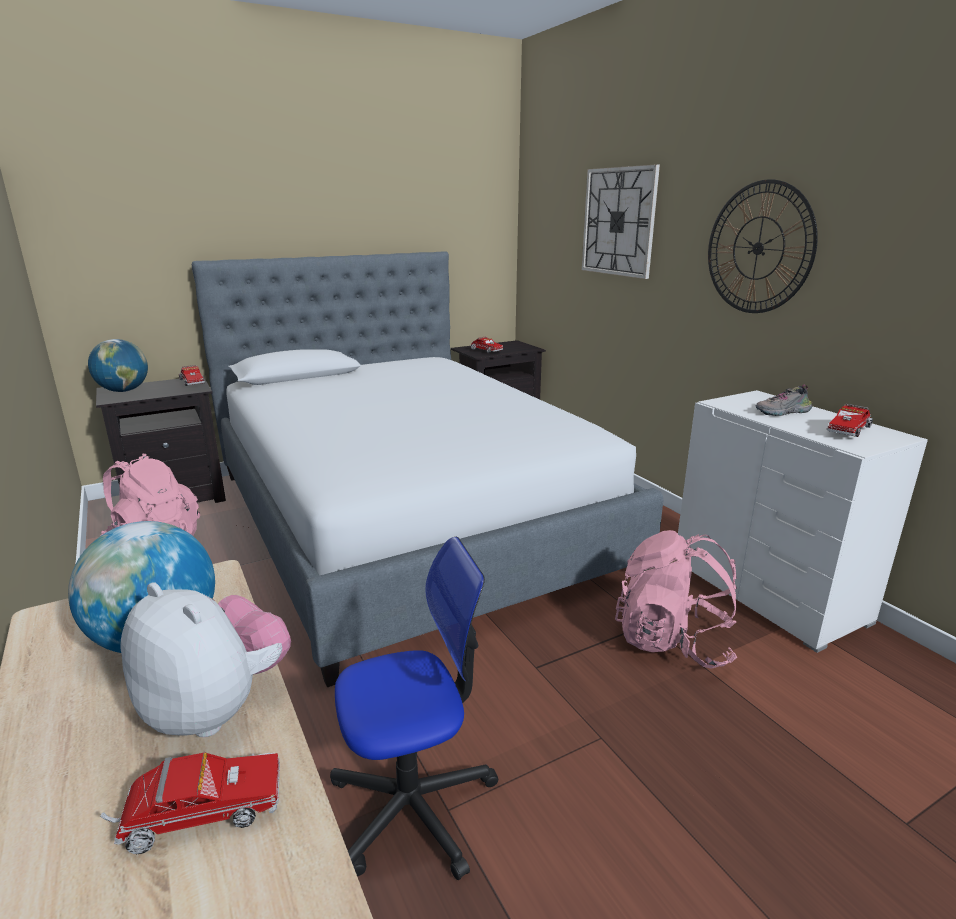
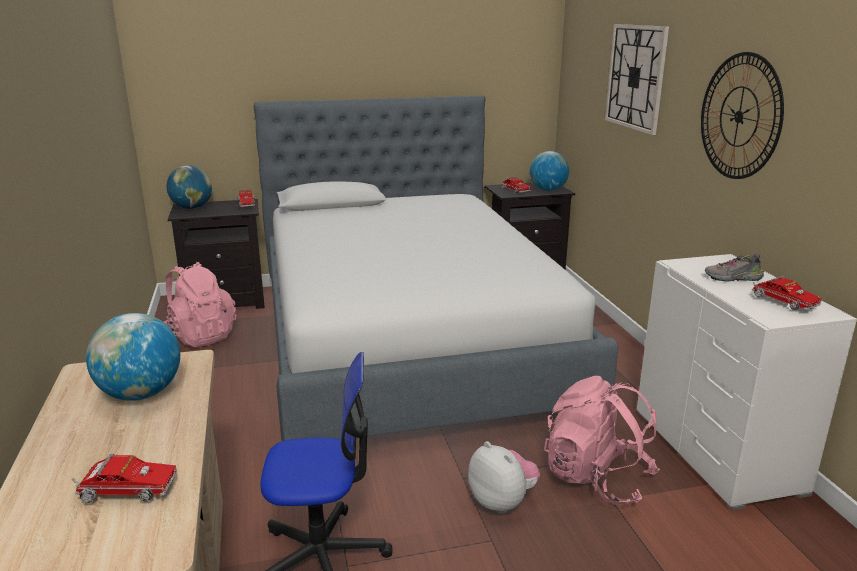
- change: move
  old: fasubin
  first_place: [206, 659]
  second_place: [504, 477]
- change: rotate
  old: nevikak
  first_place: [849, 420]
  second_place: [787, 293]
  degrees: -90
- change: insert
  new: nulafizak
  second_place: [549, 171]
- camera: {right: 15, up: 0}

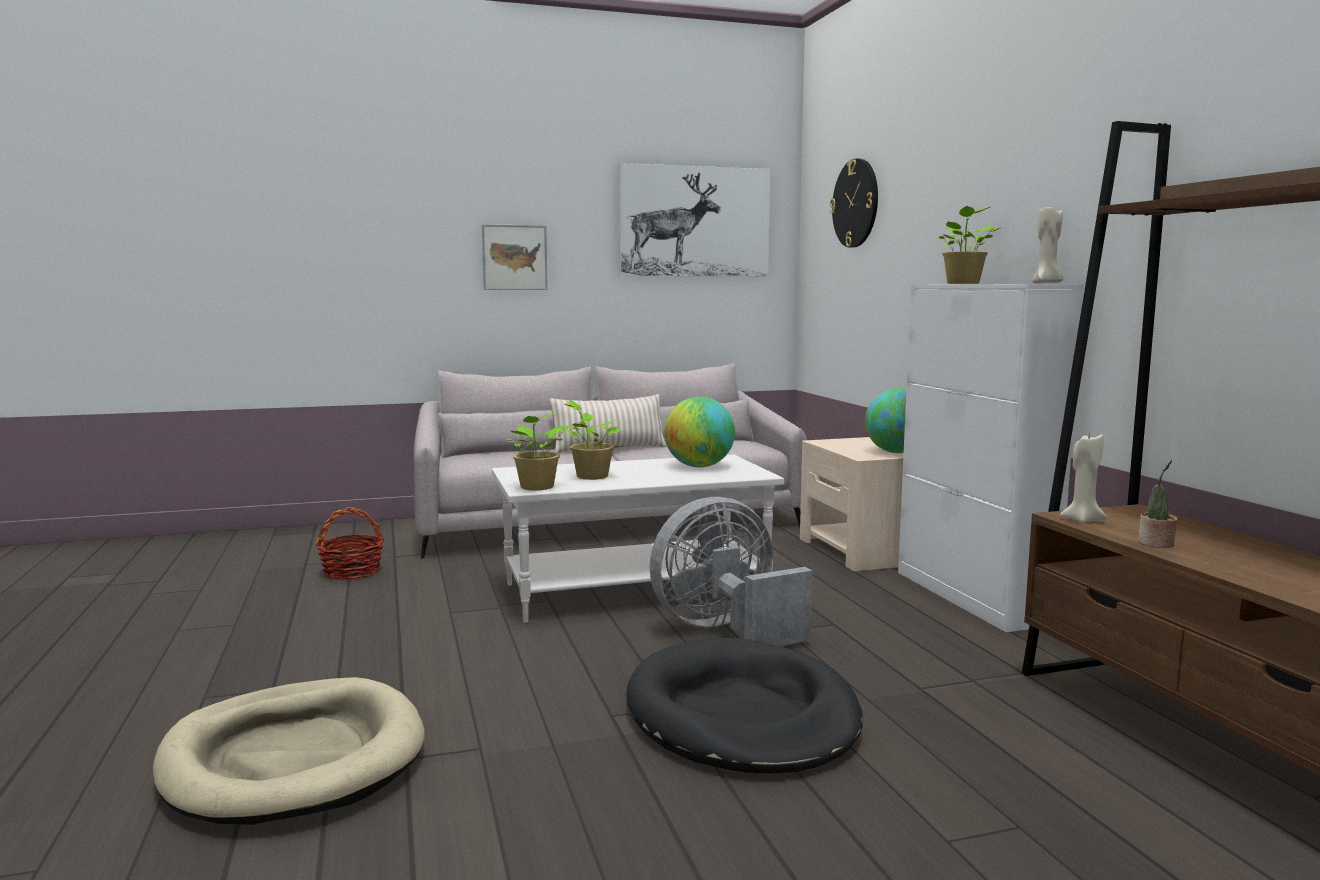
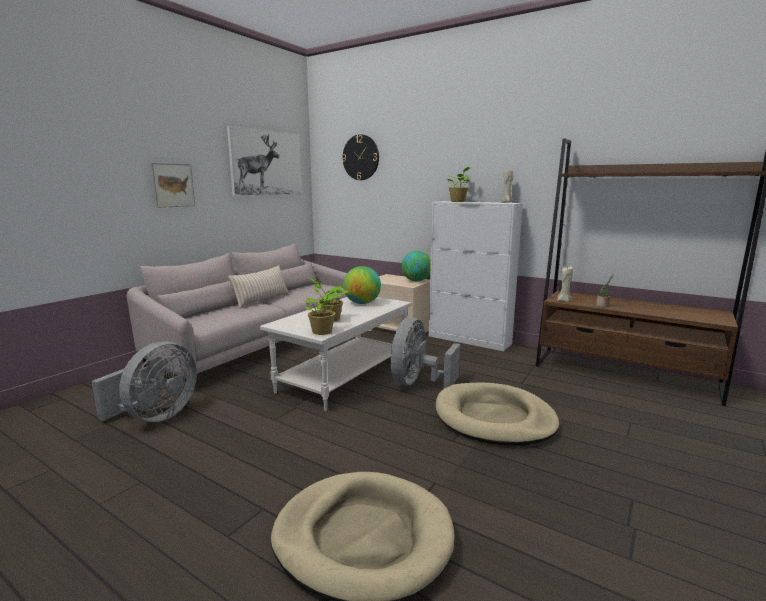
- change: replace
  old: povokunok
  new: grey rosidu
  first_place: [349, 543]
  second_place: [144, 381]
- change: recolor
  old: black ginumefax
  new: beige ginumefax
  first_place: [744, 705]
  second_place: [497, 414]
- camera: {right: -40, up: 5}

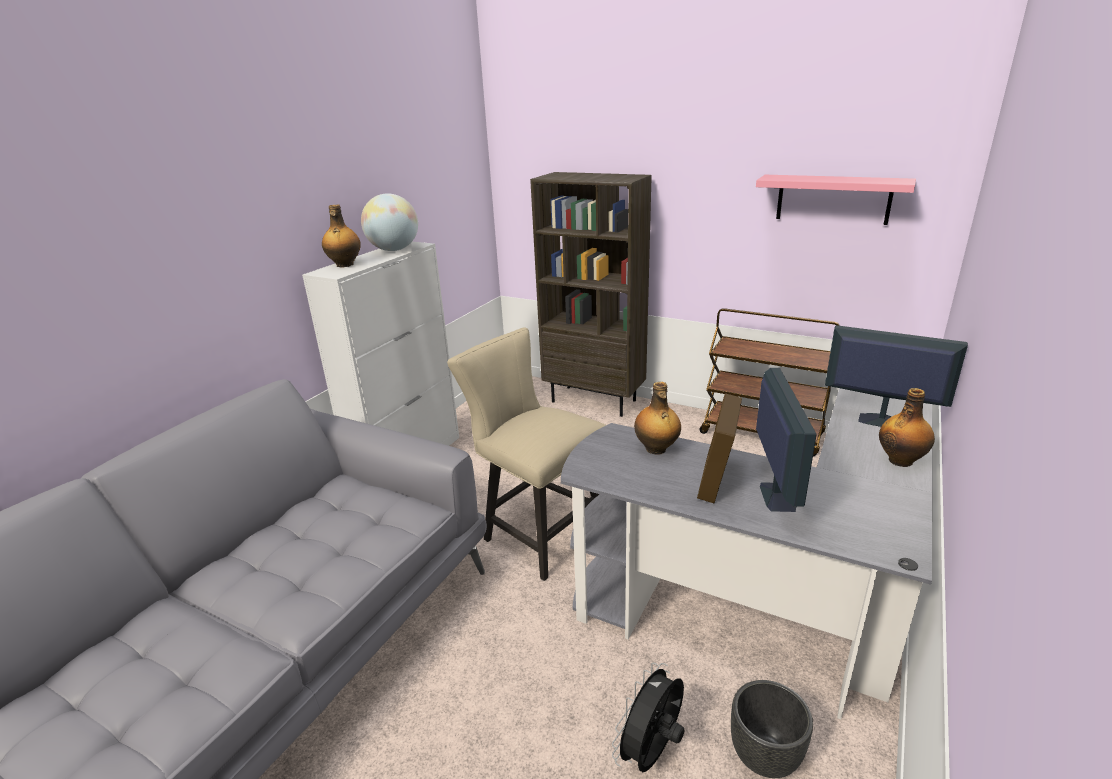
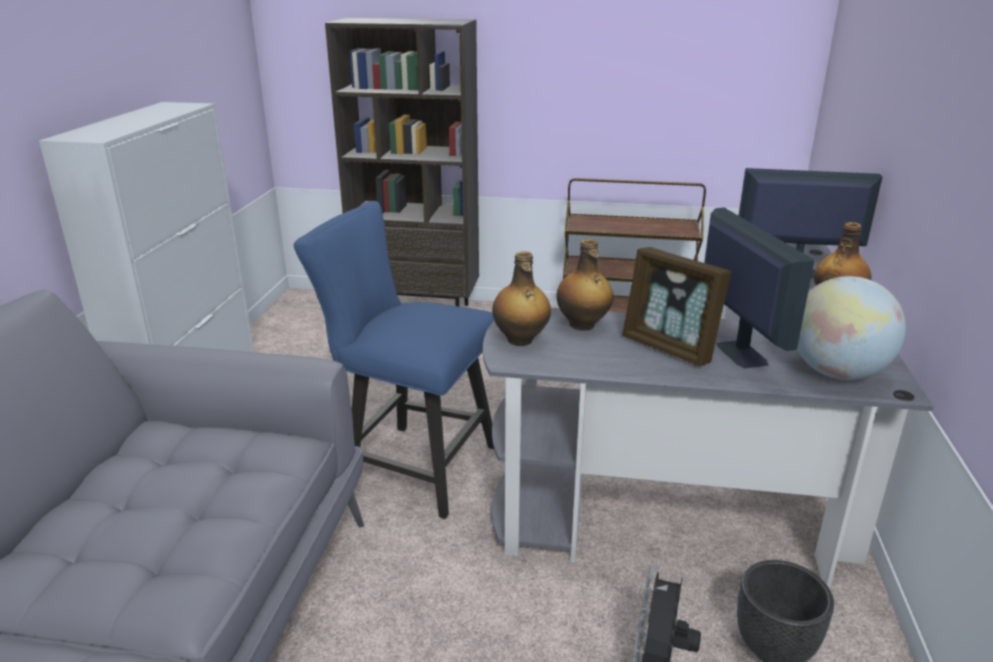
- change: move
  old: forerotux
  first_place: [341, 236]
  second_place: [521, 298]
- change: move
  old: nulafizak
  first_place: [389, 222]
  second_place: [851, 328]
- change: recolor
  old: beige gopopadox
  new: blue gopopadox
  first_place: [526, 454]
  second_place: [394, 360]
- change: rotate
  old: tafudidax
  first_place: [719, 448]
  second_place: [677, 306]
  degrees: -45
- change: delete
  old: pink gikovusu
  first_place: [836, 200]
- camera: {right: -20, up: 0}

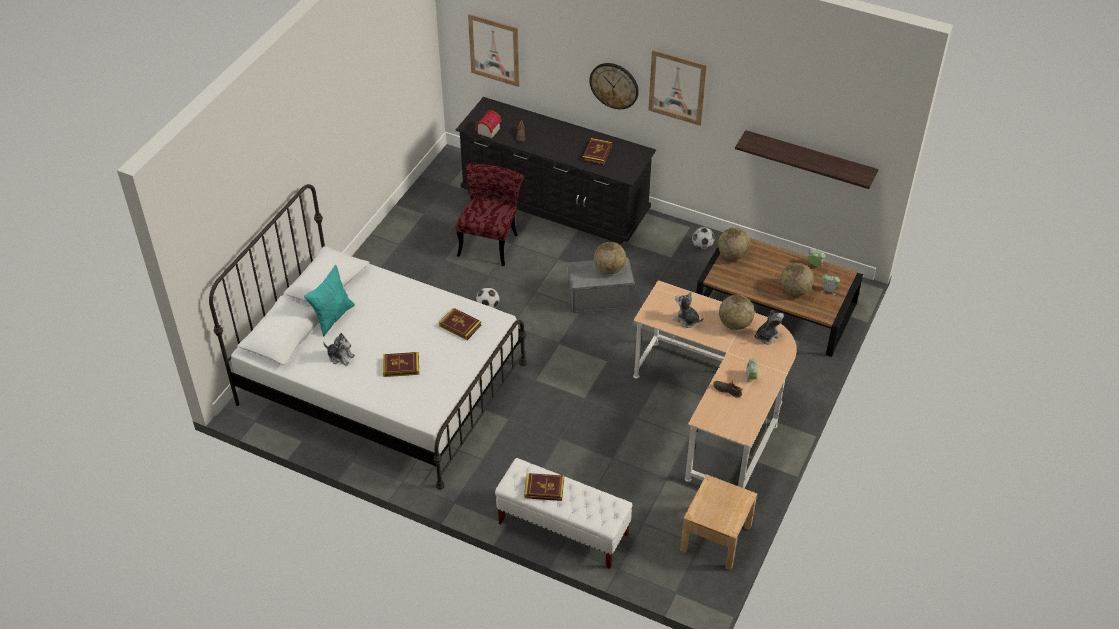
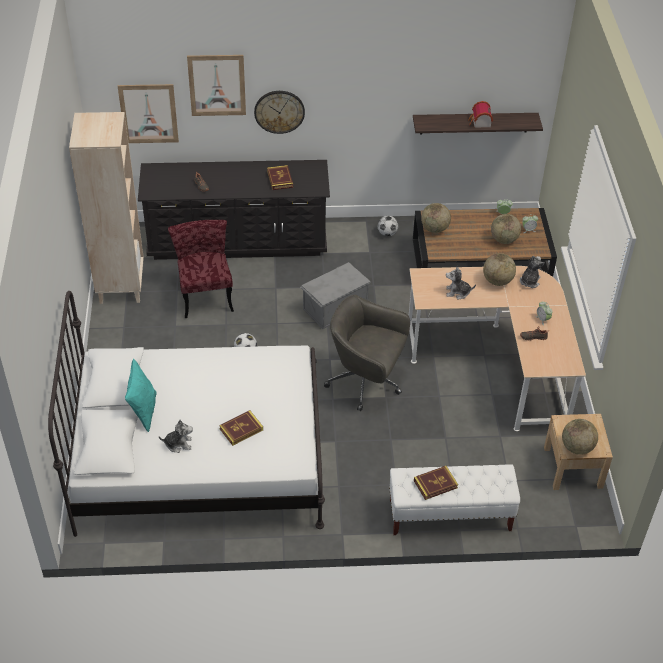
- change: delete
  old: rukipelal
  first_place: [460, 324]
- change: move
  old: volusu
  first_place: [488, 124]
  second_place: [481, 114]
- change: move
  old: nulafizak
  first_place: [610, 258]
  second_place: [580, 437]
- change: move
  old: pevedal
  first_place: [678, 88]
  second_place: [216, 85]
- change: insert
  new: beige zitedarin
  second_place: [106, 208]
- change: insert
  new: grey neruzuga
  second_place: [367, 353]
- camera: {right: -30, up: 0}

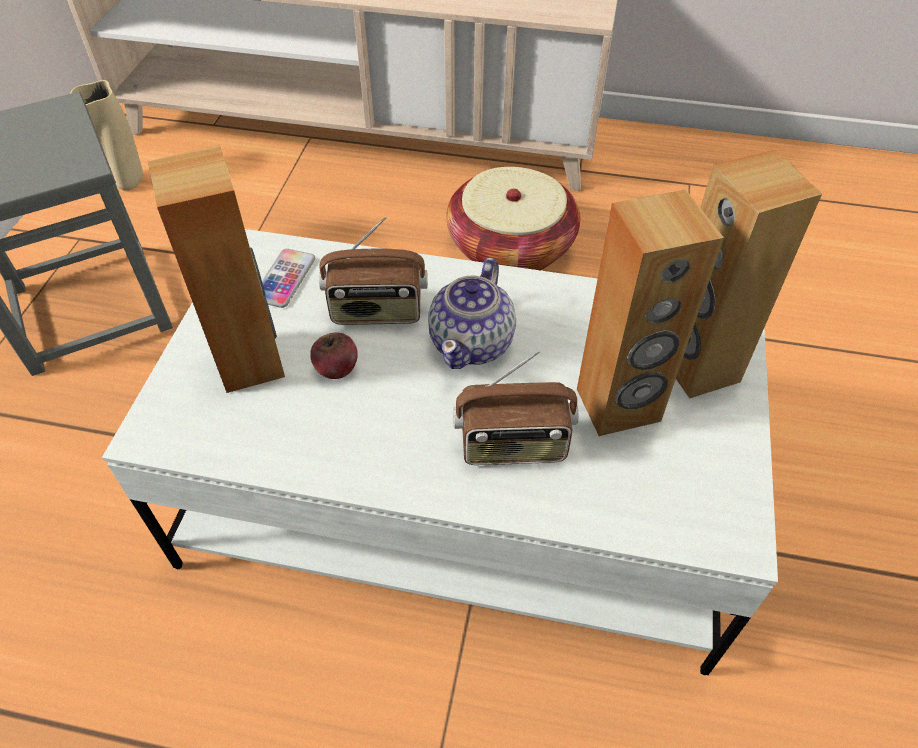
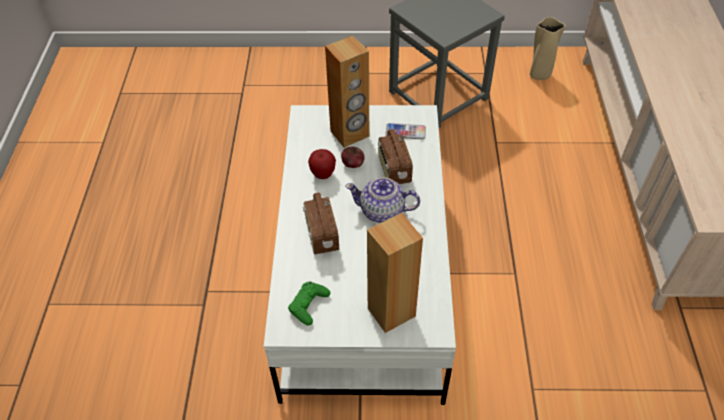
- change: delete
  old: povokunok
  first_place: [513, 218]
- change: delete
  old: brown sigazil
  first_place: [650, 313]
- change: insert
  new: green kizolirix
  second_place: [309, 303]
- change: insert
  new: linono
  second_place: [322, 164]
- camera: {right: 80, up: 0}

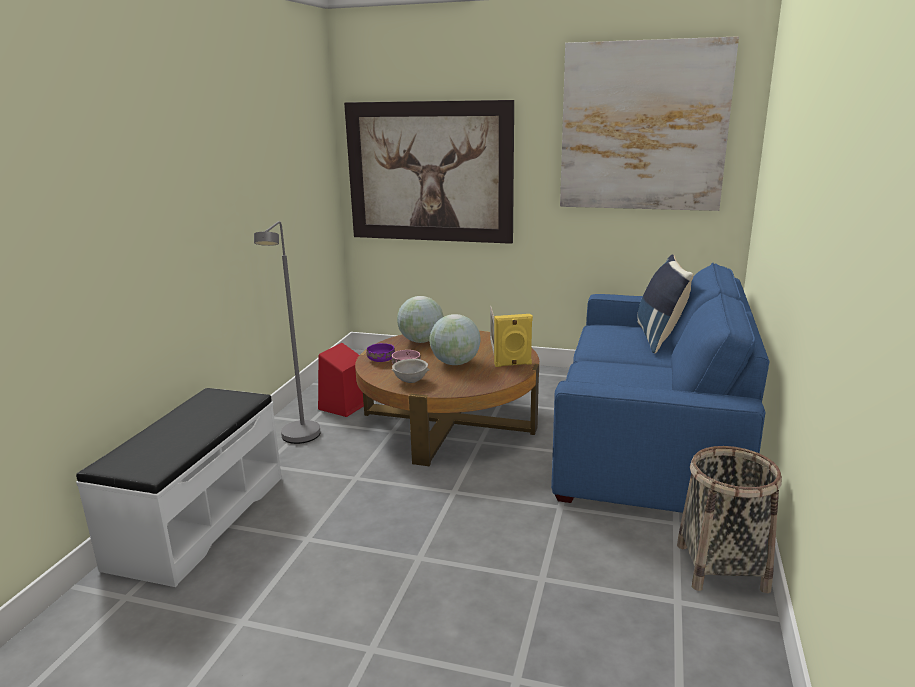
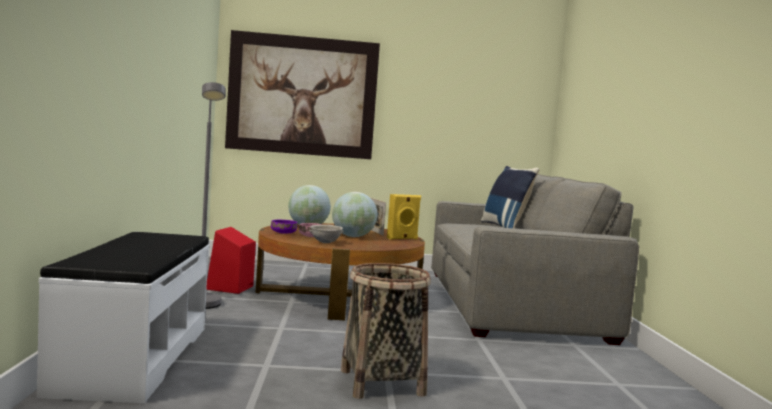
- change: recolor
  old: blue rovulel
  new: grey rovulel
  first_place: [660, 388]
  second_place: [535, 259]
- change: delete
  old: pevedal
  first_place: [649, 123]
- change: move
  old: povokunok
  first_place: [729, 519]
  second_place: [386, 331]
- camera: {right: -20, up: -15}

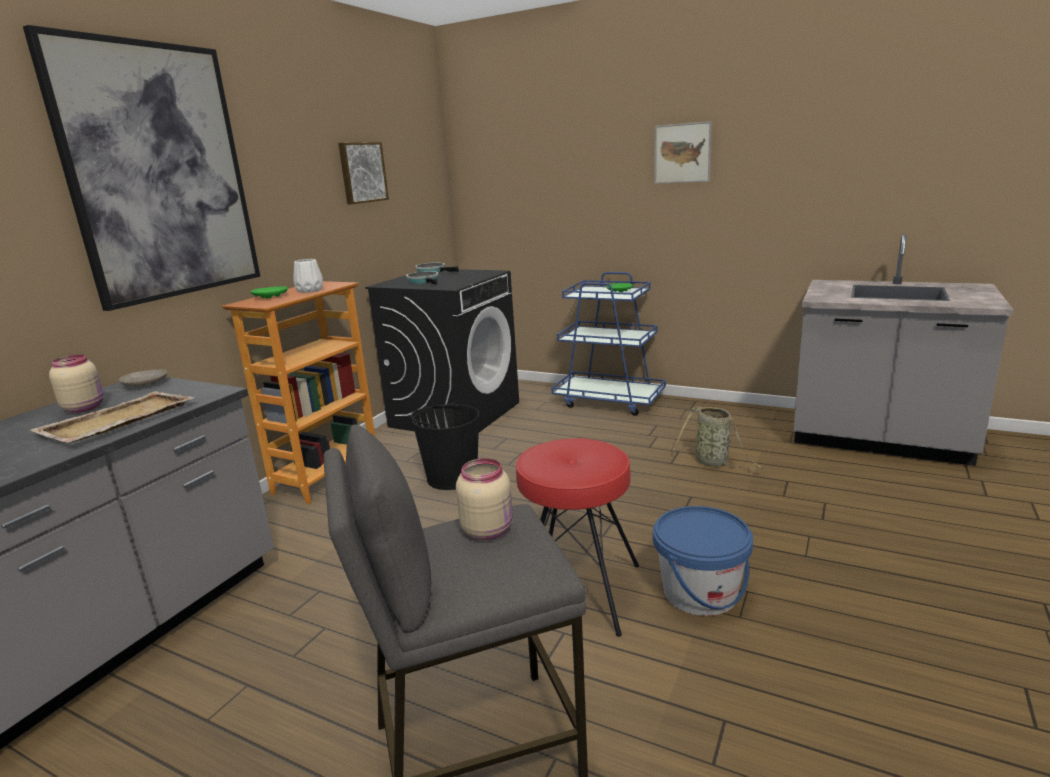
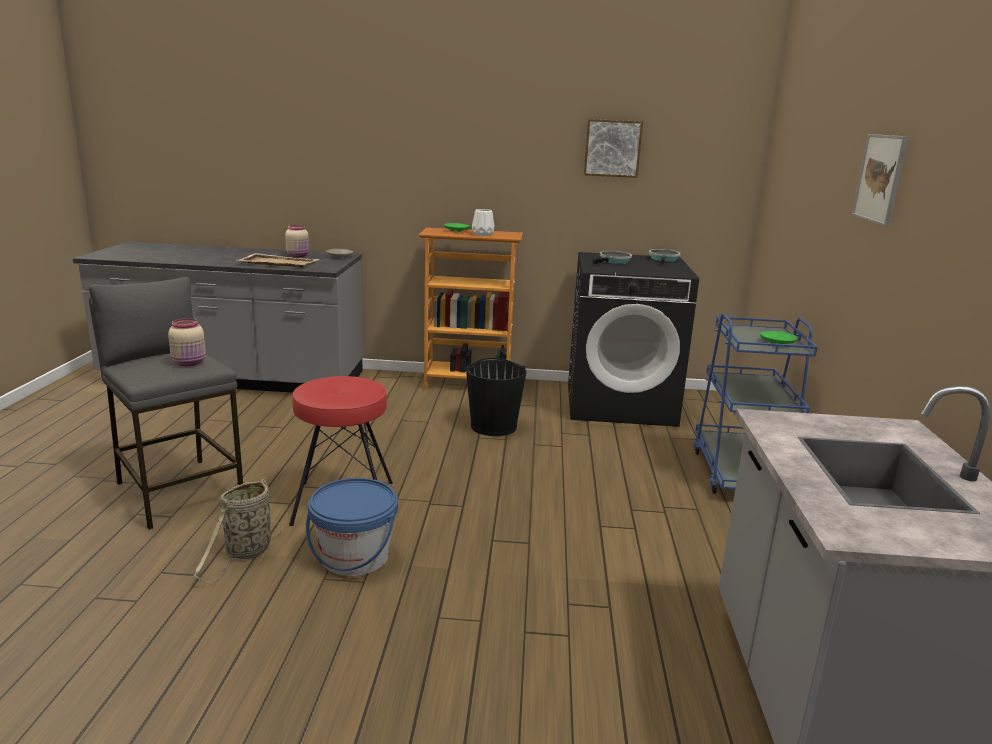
- change: delete
  old: pevedal
  first_place: [141, 168]
- change: move
  old: povokunok
  first_place: [718, 438]
  second_place: [238, 530]
- camera: {right: 65, up: 0}

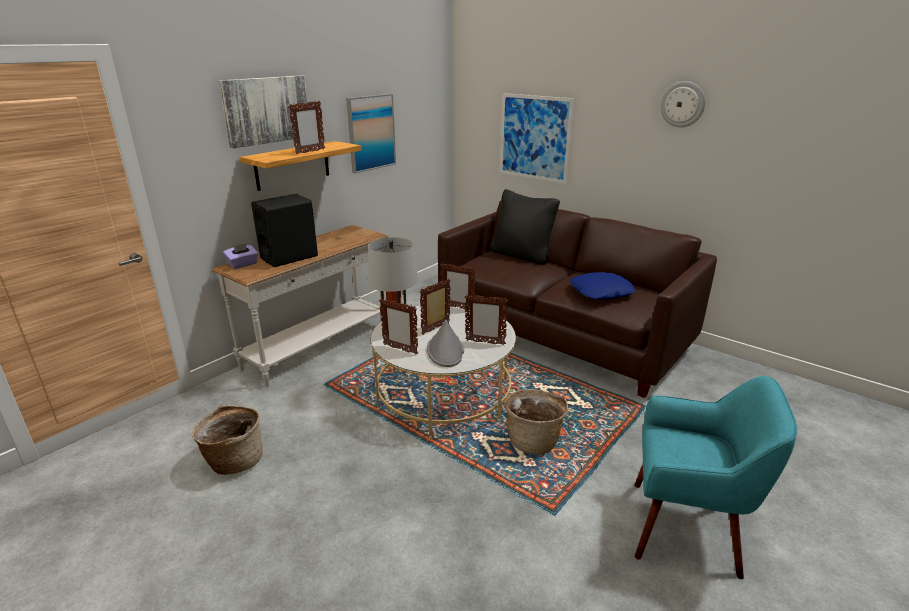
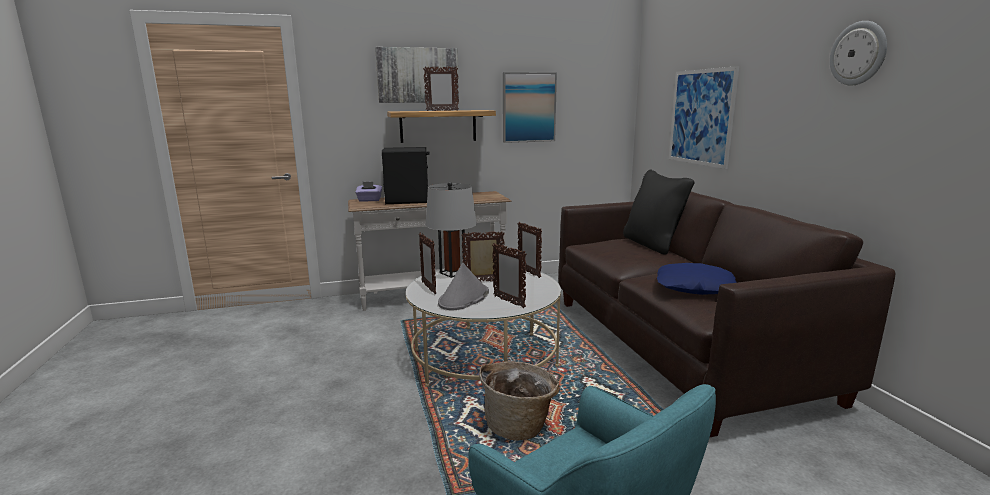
- change: delete
  old: povokunok
  first_place: [227, 440]
- camera: {right: 35, up: -10}

